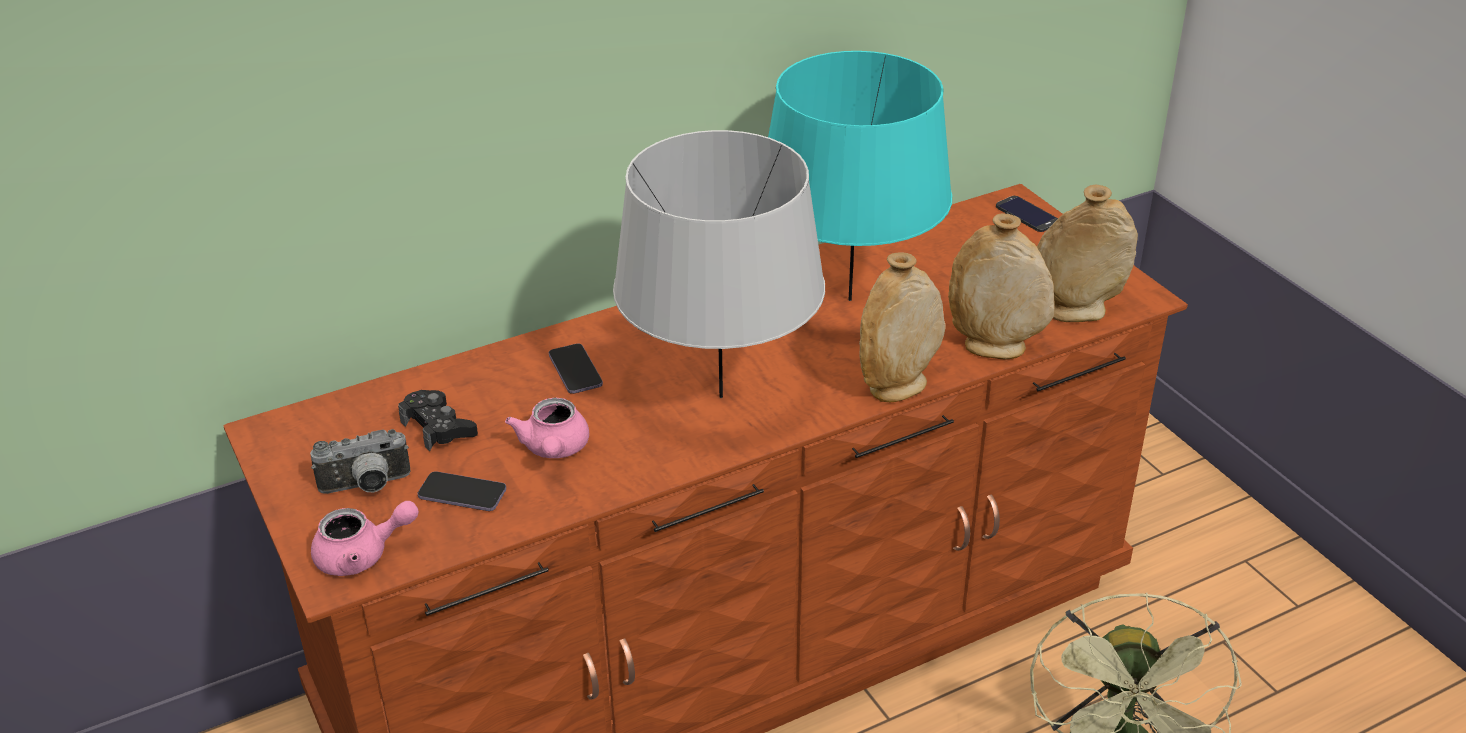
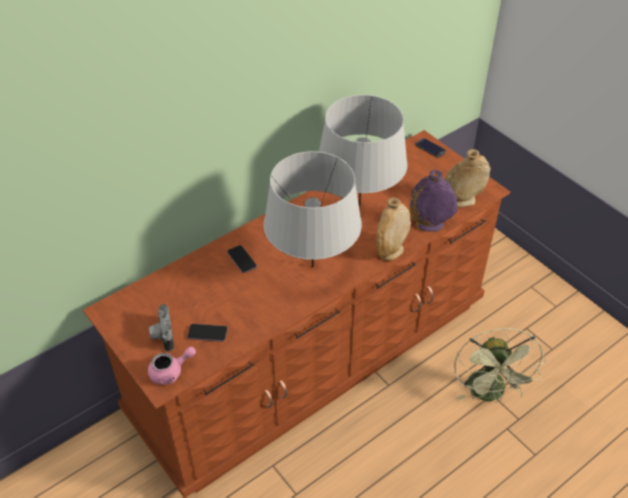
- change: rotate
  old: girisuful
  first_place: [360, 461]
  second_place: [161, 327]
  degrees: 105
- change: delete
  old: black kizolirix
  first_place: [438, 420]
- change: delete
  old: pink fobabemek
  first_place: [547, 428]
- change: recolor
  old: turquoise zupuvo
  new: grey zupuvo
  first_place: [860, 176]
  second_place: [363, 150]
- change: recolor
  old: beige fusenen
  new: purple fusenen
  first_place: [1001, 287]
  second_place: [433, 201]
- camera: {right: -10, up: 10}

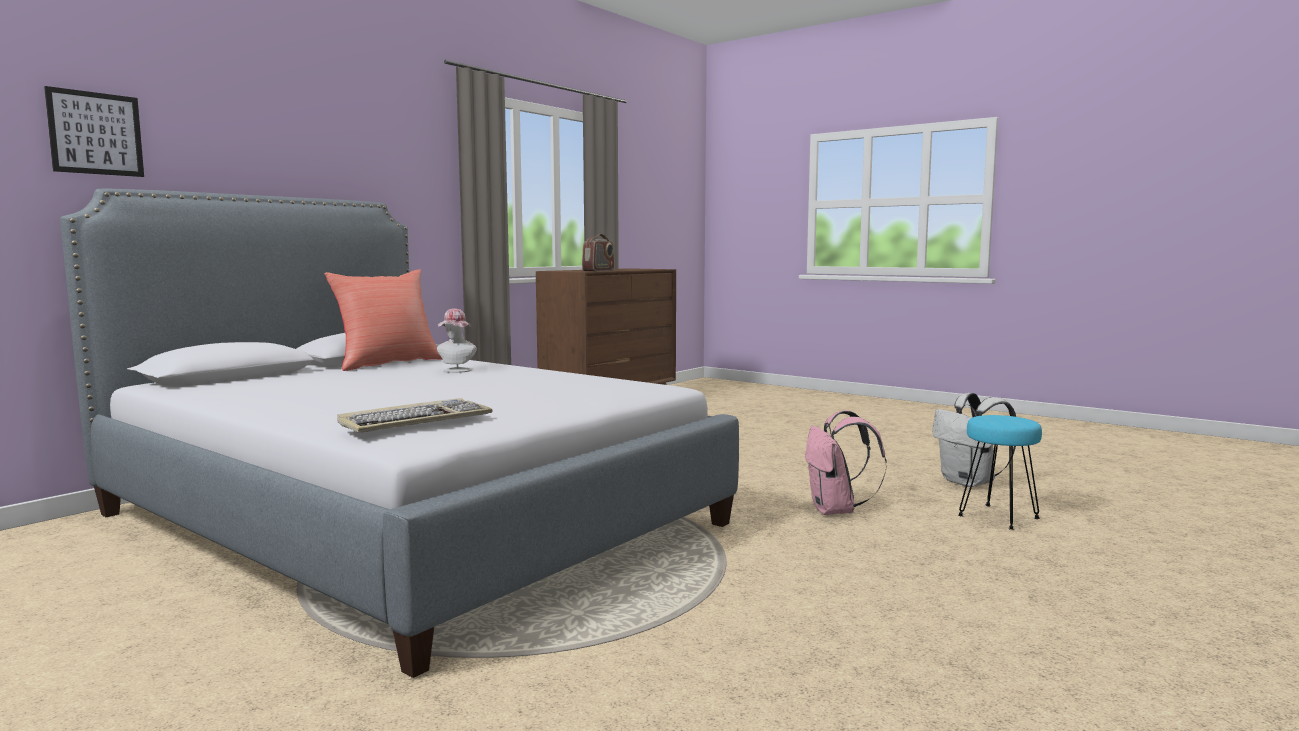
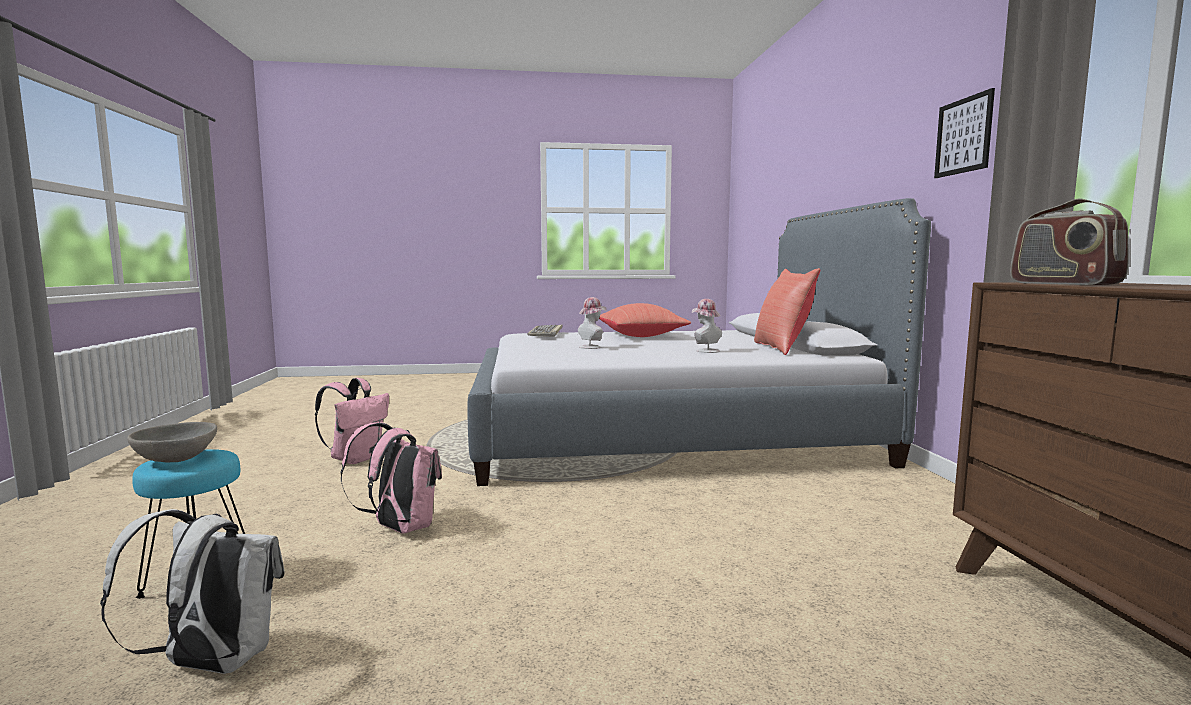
- change: move
  old: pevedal
  first_place: [94, 131]
  second_place: [964, 133]
- change: insert
  new: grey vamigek
  second_place: [172, 442]
- change: insert
  new: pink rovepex
  second_place: [352, 421]
- change: insert
  new: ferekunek
  second_place: [592, 323]
- change: insert
  new: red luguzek
  second_place: [645, 320]
- camera: {right: 135, up: 0}

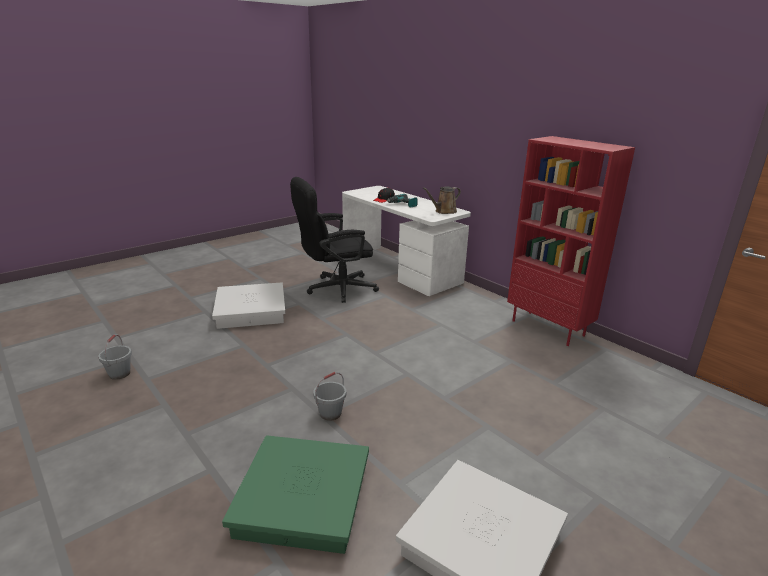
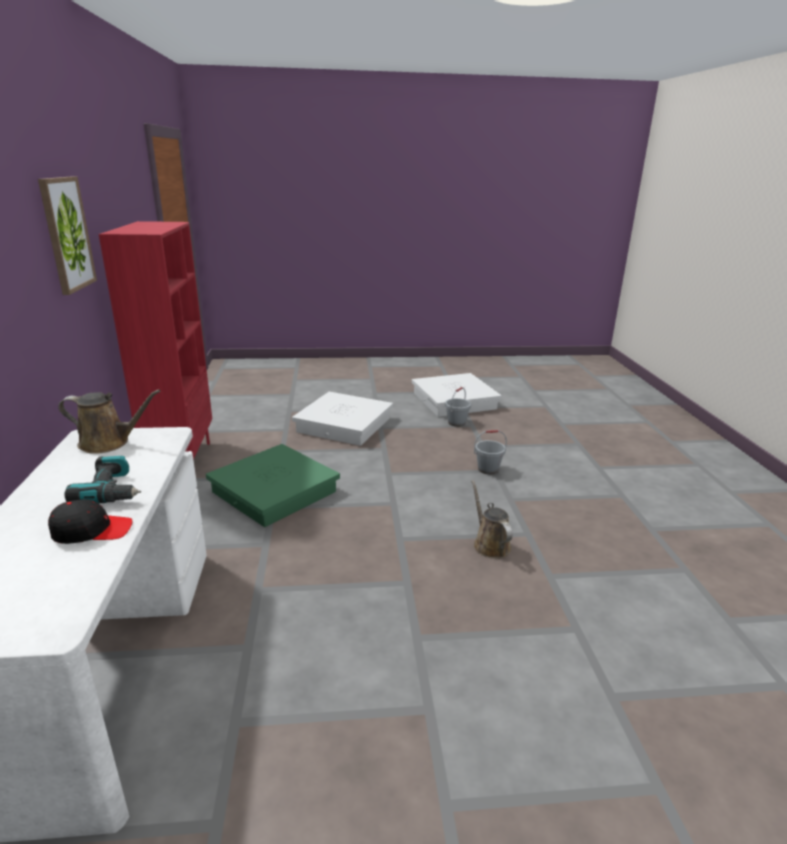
- change: move
  old: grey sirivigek
  first_place: [115, 357]
  second_place: [458, 407]
- change: move
  old: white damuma
  first_place: [248, 306]
  second_place: [342, 419]
- change: move
  old: green damuma
  first_place: [295, 494]
  second_place: [273, 485]
- change: delete
  old: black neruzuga
  first_place: [334, 240]
- change: insert
  new: pevedal
  second_place: [67, 235]
- change: insert
  new: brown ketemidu
  second_place: [492, 519]
- camera: {right: -145, up: 0}

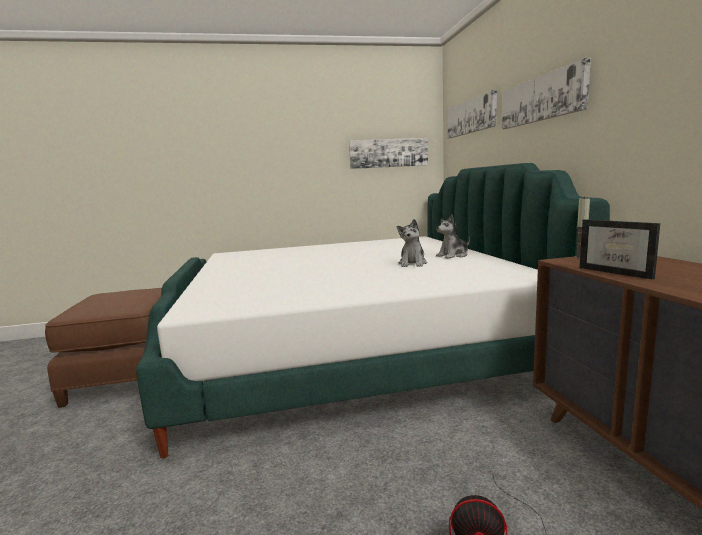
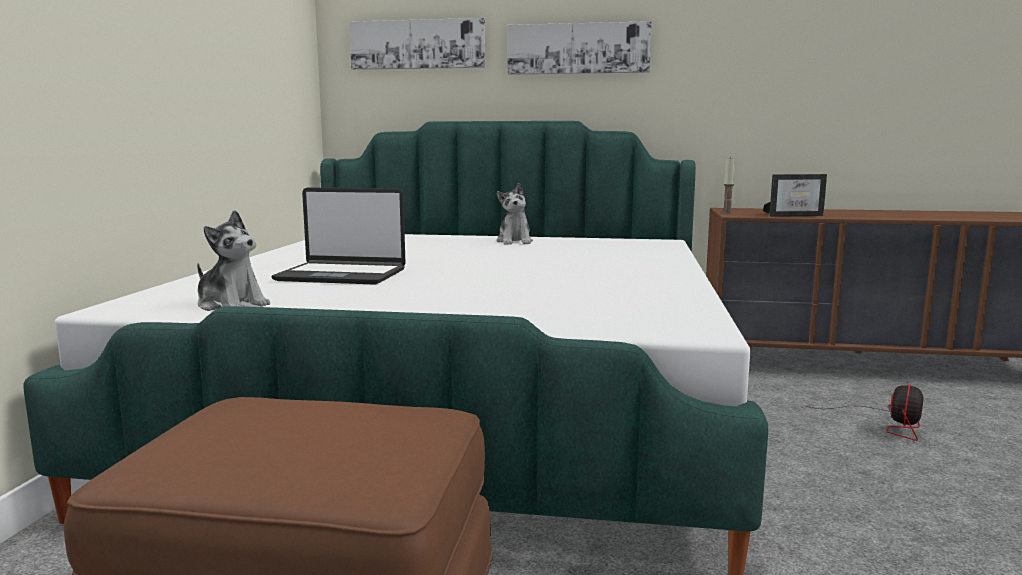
- change: delete
  old: pevedal
  first_place: [388, 153]
- change: move
  old: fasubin
  first_place: [412, 243]
  second_place: [233, 260]
- change: insert
  new: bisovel
  second_place: [338, 236]
- camera: {right: -70, up: 0}

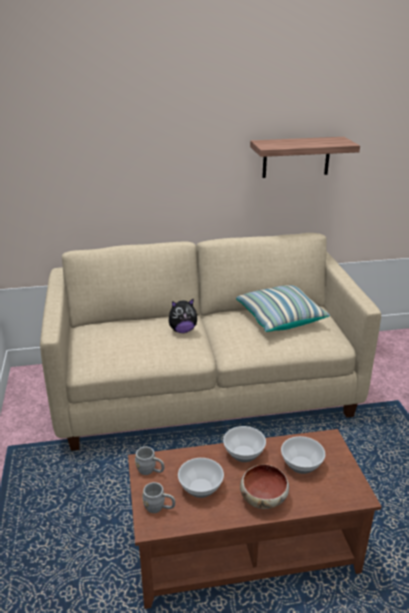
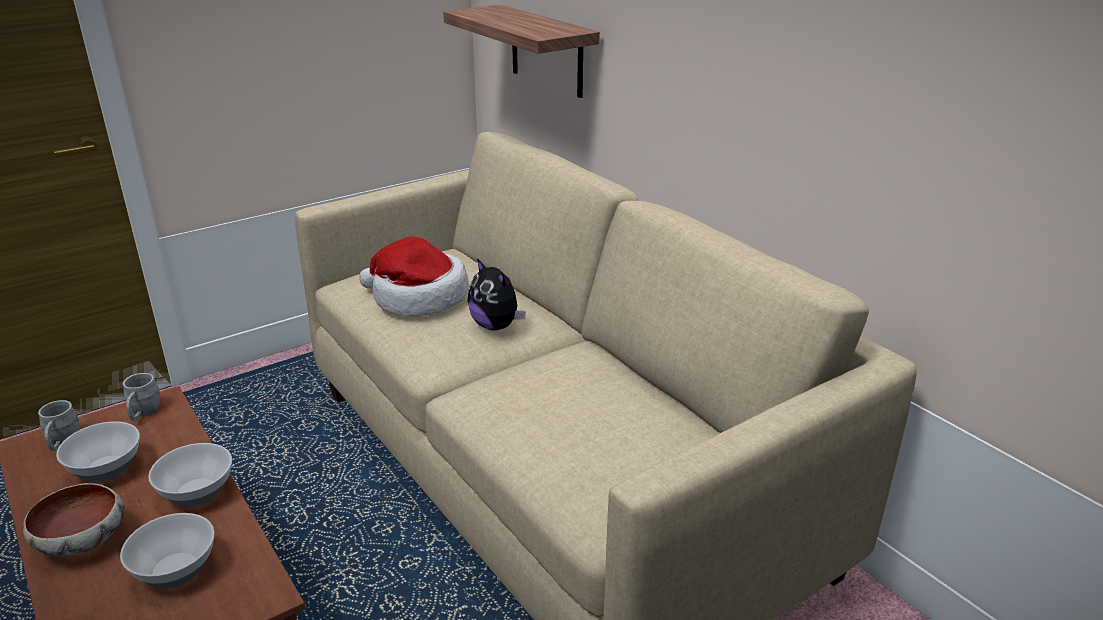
- change: delete
  old: luguzek
  first_place: [283, 308]
- change: move
  old: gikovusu
  first_place: [305, 157]
  second_place: [521, 51]
- change: insert
  new: ferekunek
  second_place: [414, 276]
- camera: {right: 65, up: 0}

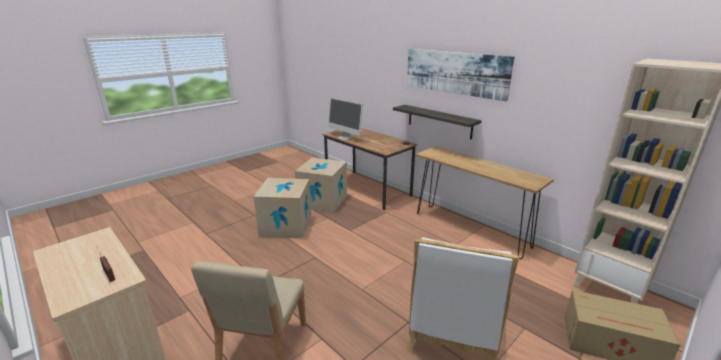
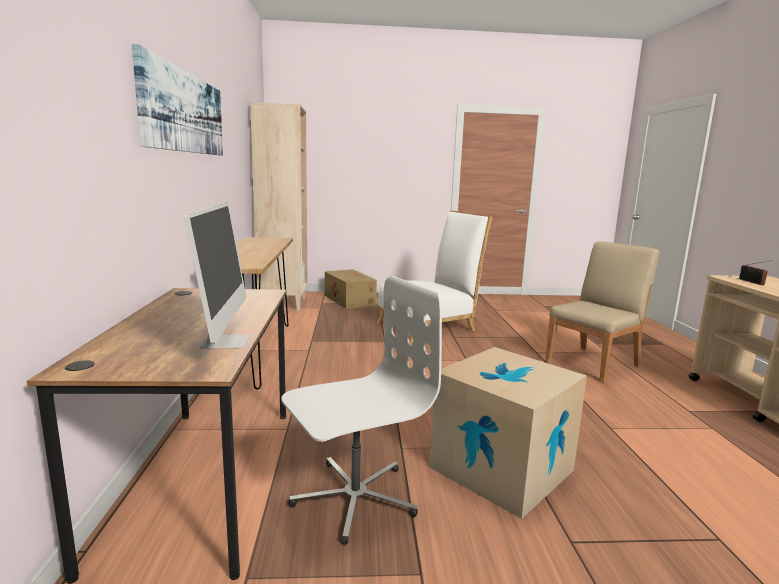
- change: replace
  old: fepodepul
  new: white neruzuga
  first_place: [321, 185]
  second_place: [361, 410]
- change: delete
  old: gikovusu
  first_place: [437, 122]
- camera: {right: -140, up: -10}

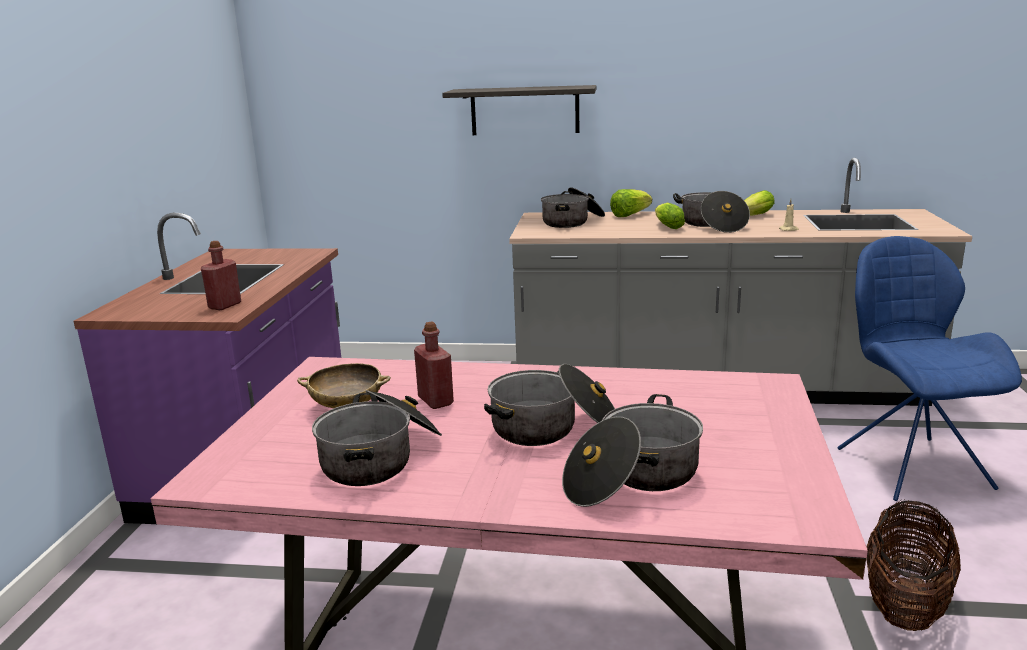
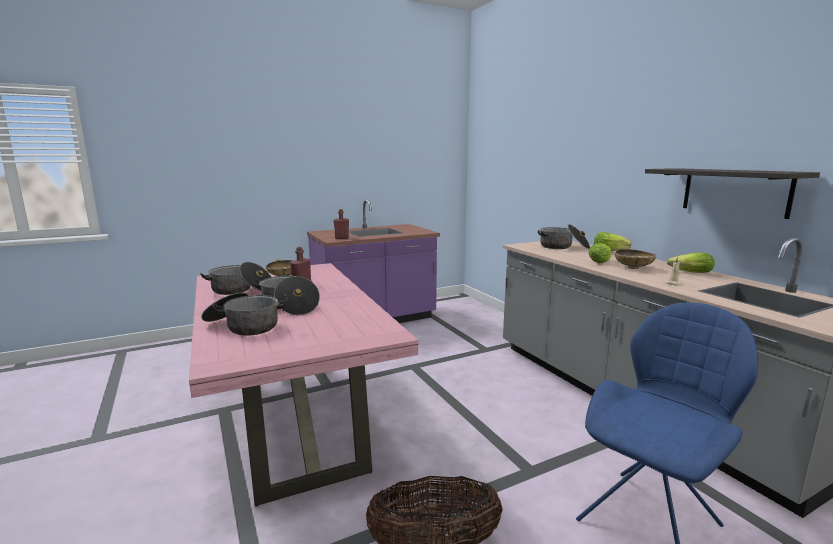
- change: move
  old: gikovusu
  first_place: [519, 110]
  second_place: [732, 193]
- change: replace
  old: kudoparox
  new: beige vamigek
  first_place: [711, 212]
  second_place: [635, 258]
- camera: {right: 55, up: -5}

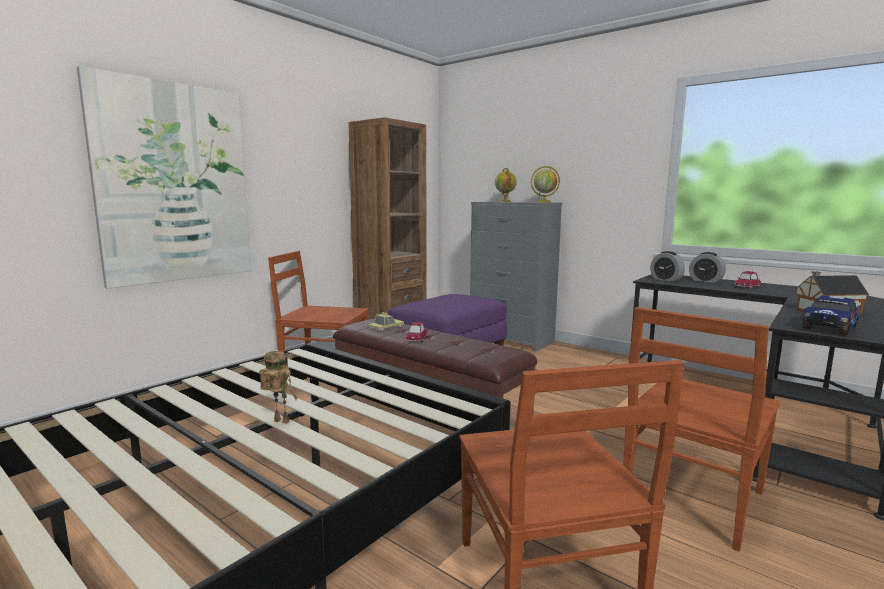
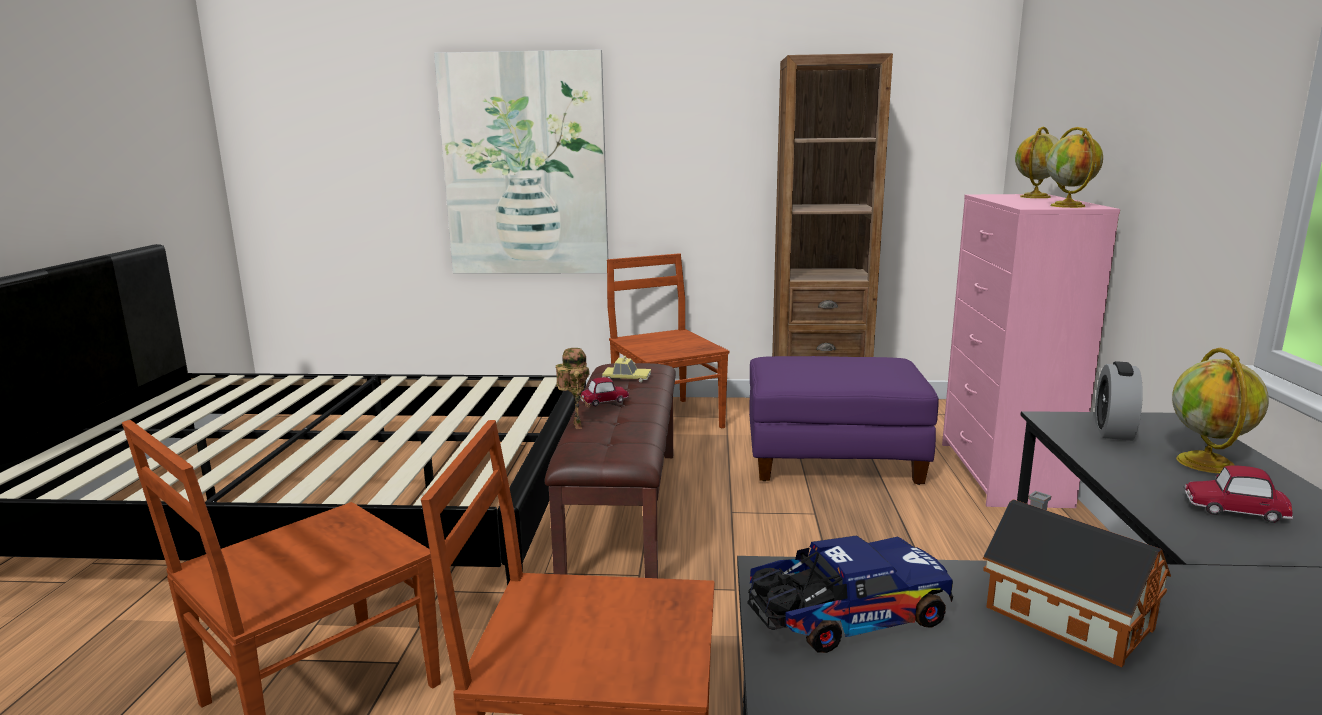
- change: move
  old: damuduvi
  first_place: [278, 387]
  second_place: [573, 388]
- change: recolor
  old: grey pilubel
  new: pink pilubel
  first_place: [516, 277]
  second_place: [1031, 351]
- change: replace
  old: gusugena
  new: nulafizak
  first_place: [707, 267]
  second_place: [1220, 410]
- change: rotate
  old: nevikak
  first_place: [831, 315]
  second_place: [850, 594]
  degrees: 150
- camera: {right: 55, up: 5}

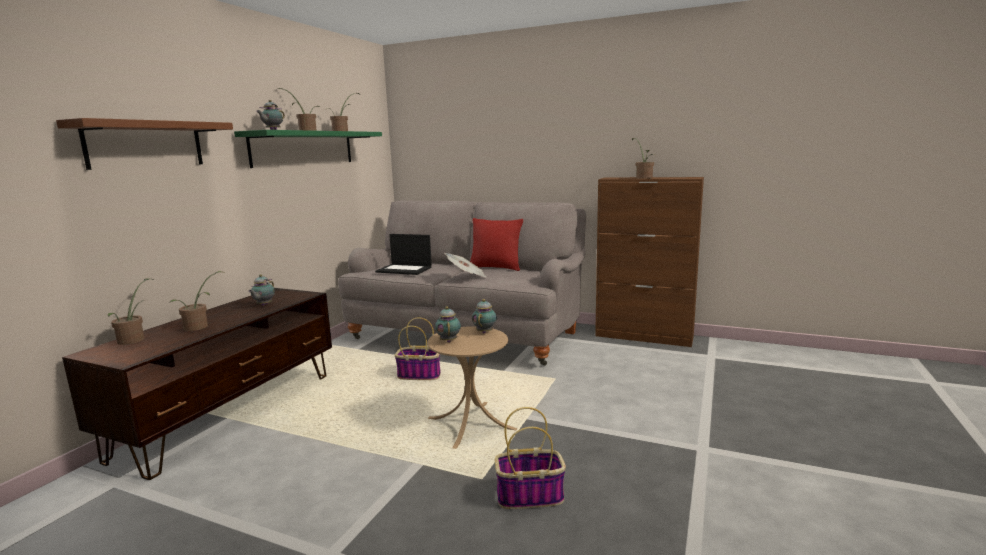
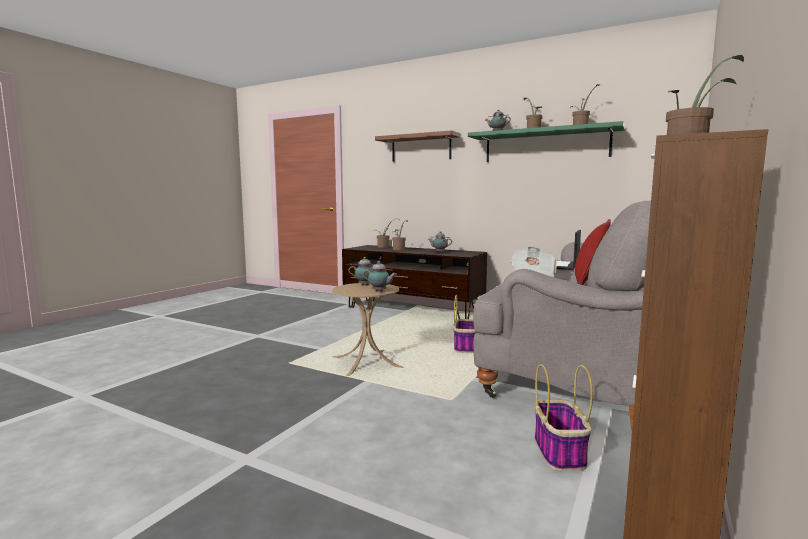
- change: move
  old: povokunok
  first_place: [530, 458]
  second_place: [564, 417]
- camera: {right: 95, up: -5}

